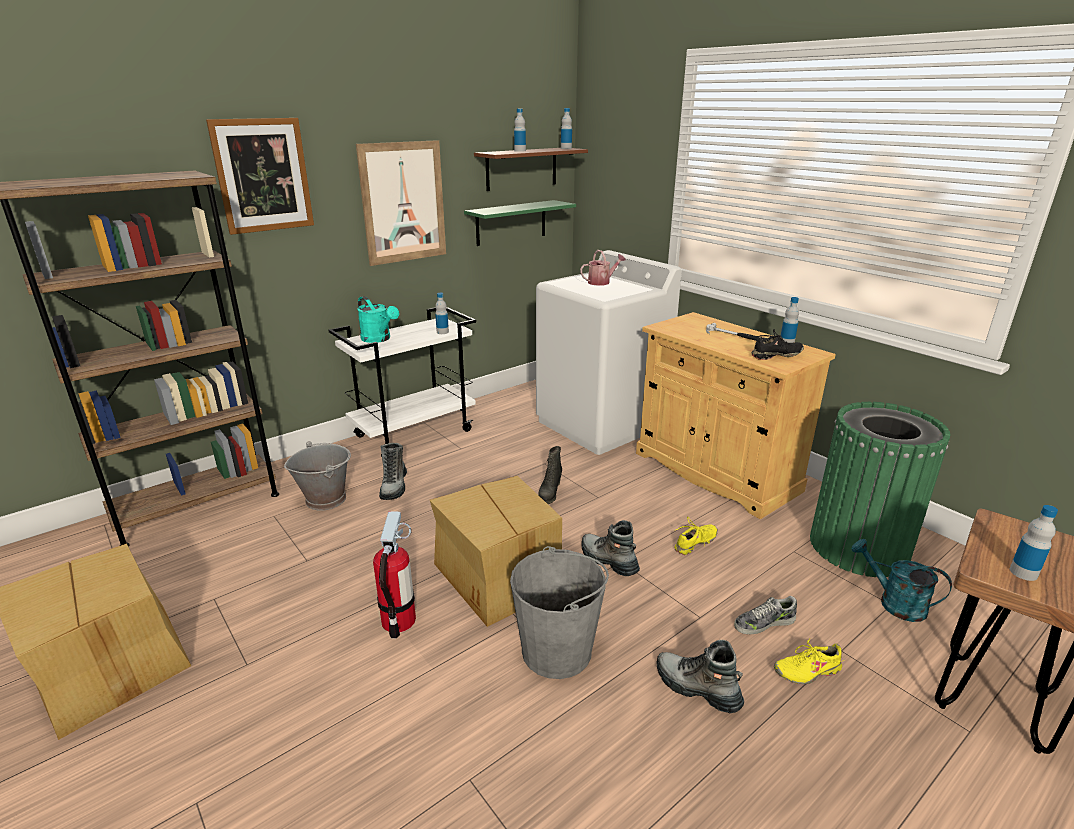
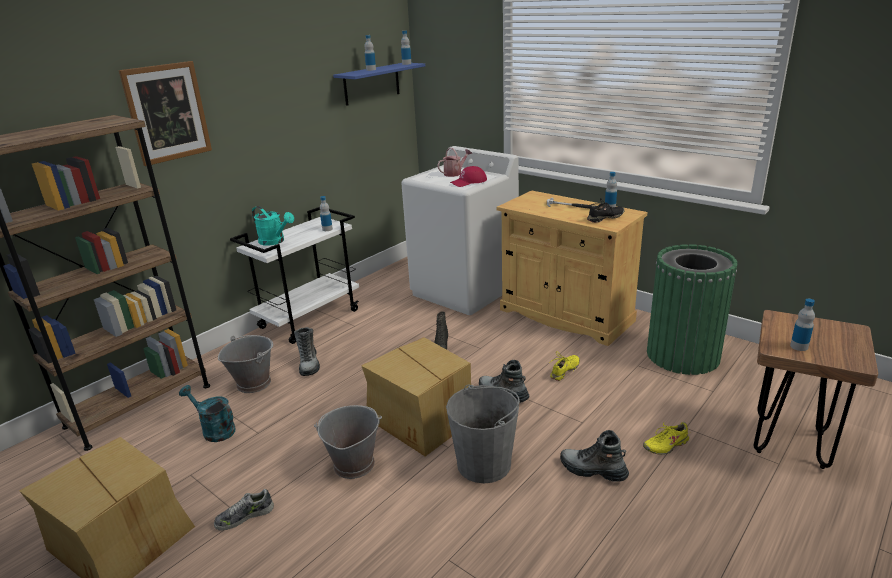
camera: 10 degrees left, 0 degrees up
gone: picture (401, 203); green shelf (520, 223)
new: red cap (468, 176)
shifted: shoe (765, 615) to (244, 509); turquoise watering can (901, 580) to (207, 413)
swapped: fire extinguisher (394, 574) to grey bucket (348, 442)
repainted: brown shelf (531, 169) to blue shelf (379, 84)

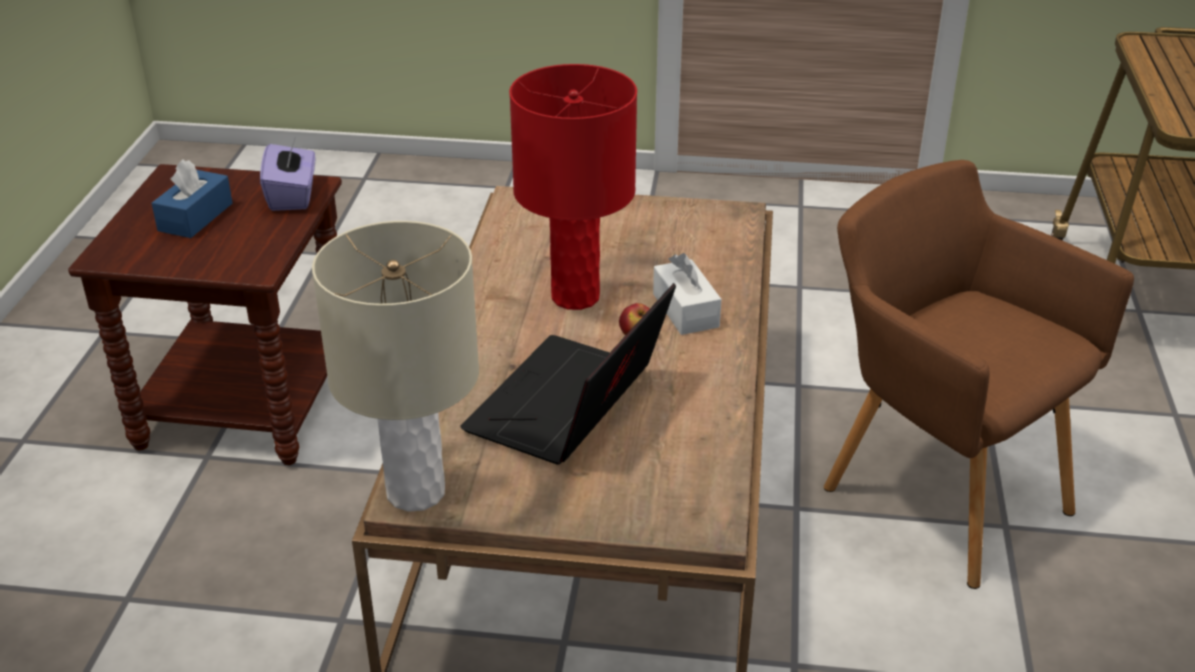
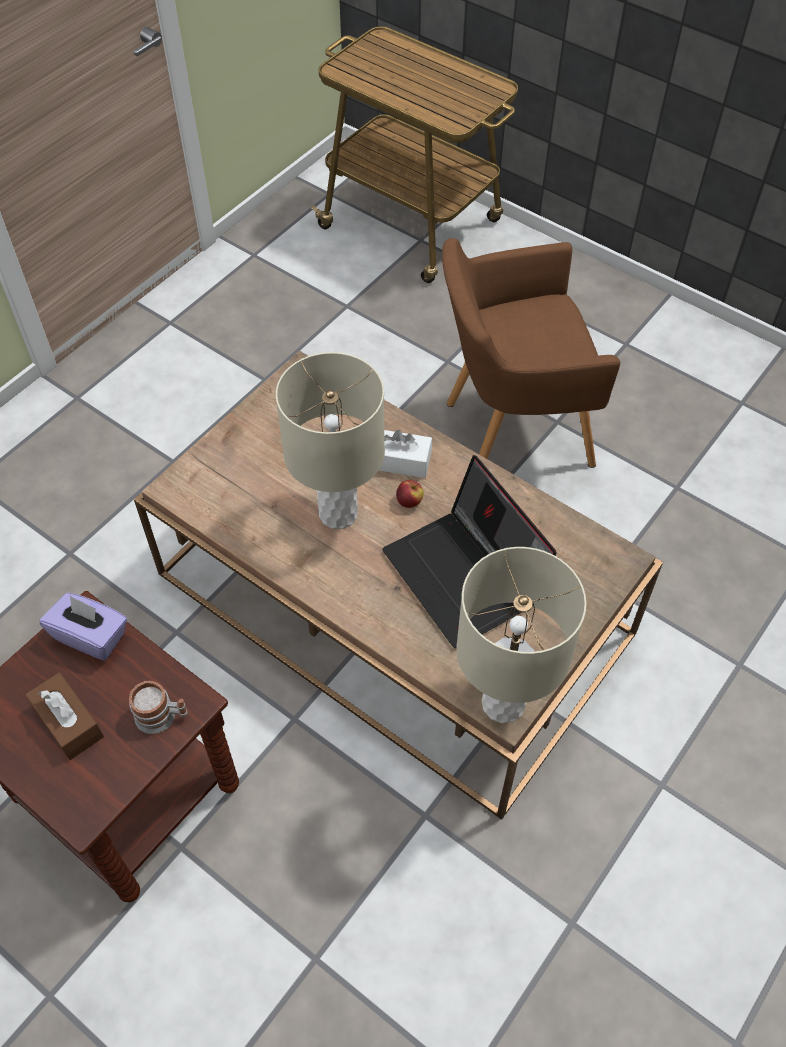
camera: 60 degrees left, 20 degrees up
new: mug (158, 707)
repainted: blue tissue box (192, 198) to brown tissue box (64, 716); red table lamp (573, 187) to beige table lamp (330, 440)

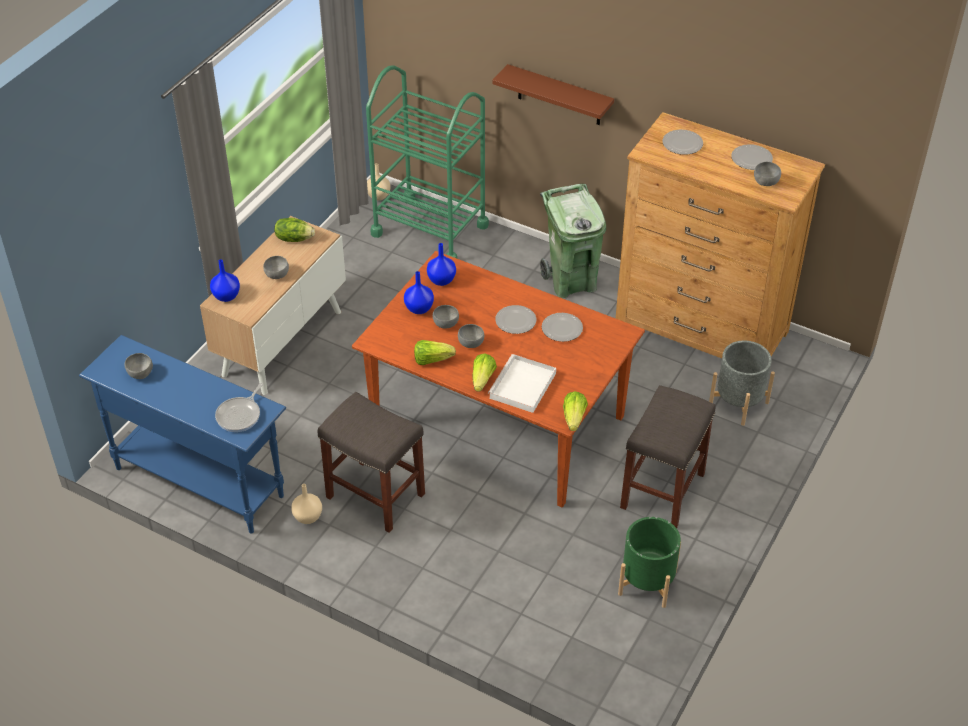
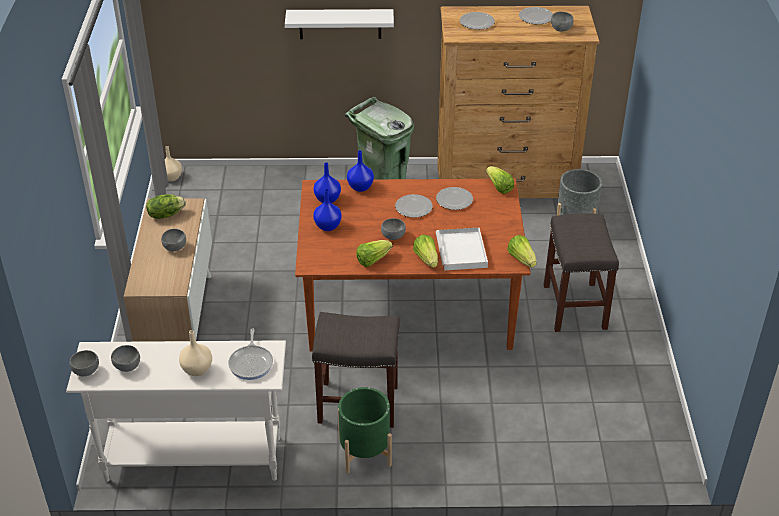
camera: 30 degrees left, 5 degrees down
gone: green cart (427, 161)
new: lettuce (500, 180)
shifted: blue vase (225, 280) to (360, 171); beige vase (306, 504) to (195, 353); grey bowl (446, 317) to (84, 363); green planter (649, 562) to (365, 430)
repainted: blue console table (182, 434) to white console table (176, 411); brown shelf (553, 94) to white shelf (339, 24)

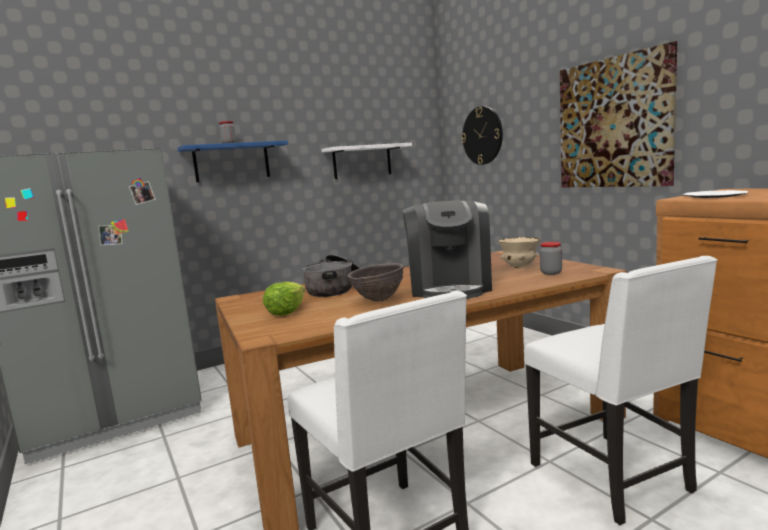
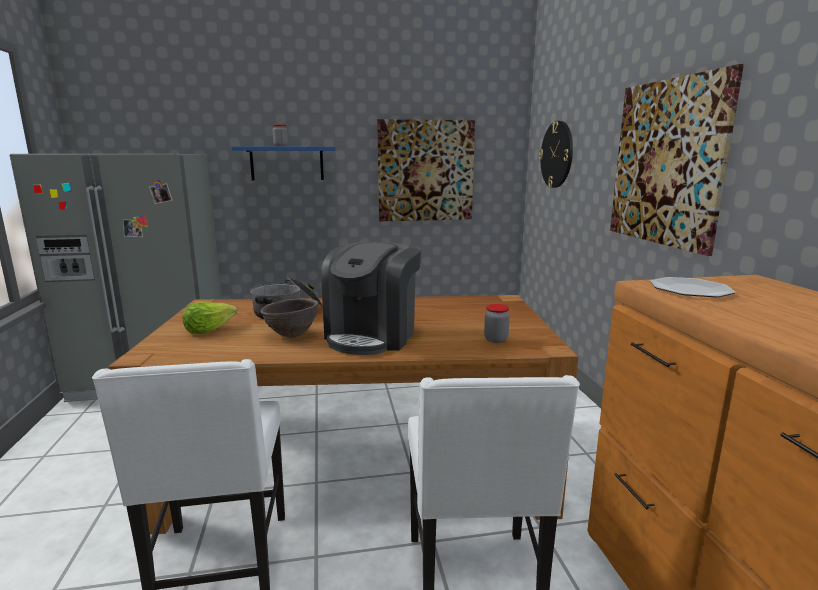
camera: 20 degrees right, 5 degrees up
gone: beige bowl (519, 252)
swapped: white shelf (367, 161) to picture (426, 170)

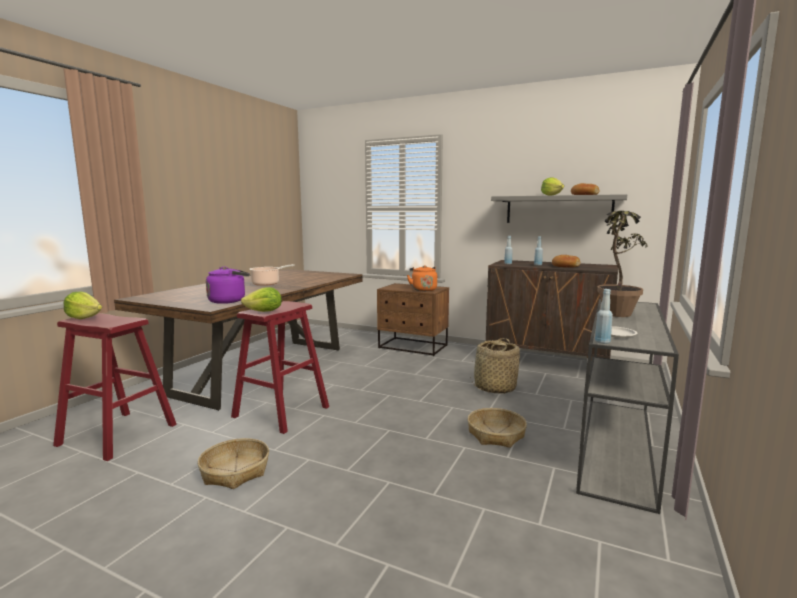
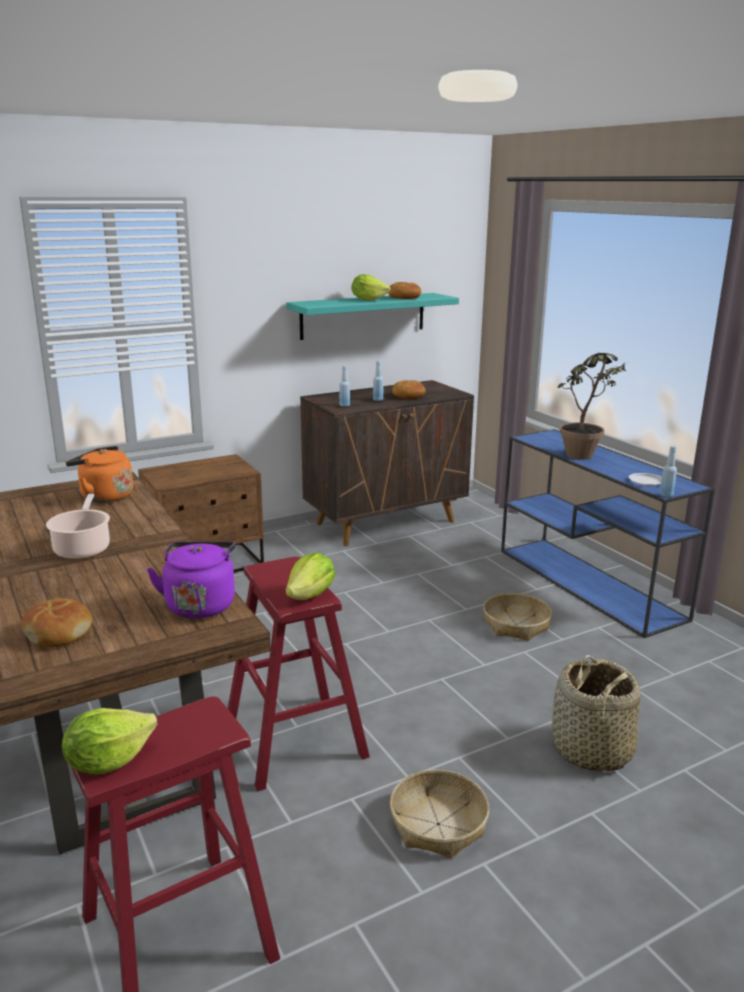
camera: 55 degrees left, 10 degrees up
new: bread (56, 622)
shifted: orange kettle (422, 278) to (99, 474); basket (495, 366) to (596, 714)
repainted: grey shelf (559, 209) to turquoise shelf (372, 316); grey console table (627, 406) to blue console table (608, 533)

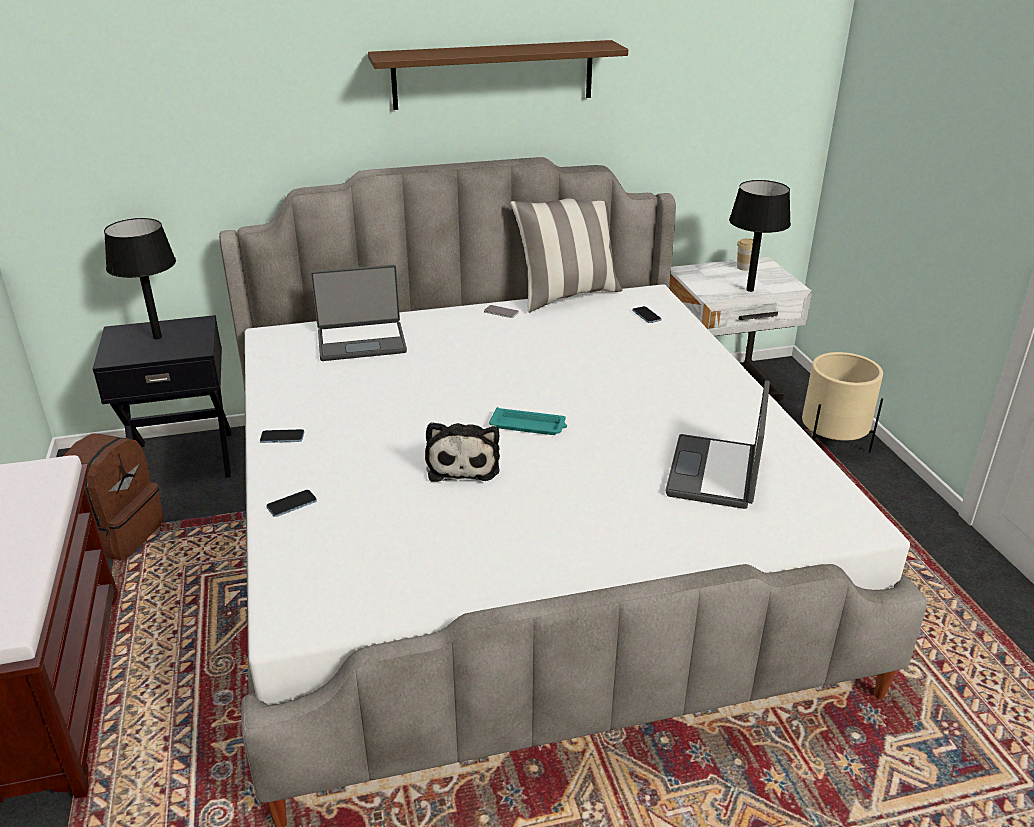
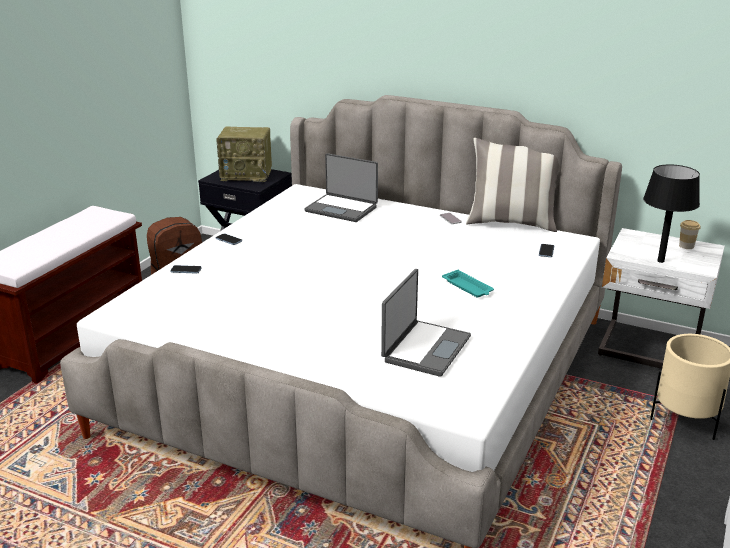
camera: 40 degrees right, 5 degrees down
gone: brown shelf (498, 75); plush toy (462, 452)
shifted: turquoise tray (528, 421) to (468, 283)
swapped: black table lamp (140, 278) to radio (244, 154)
rotated: laptop (717, 444) = (426, 323) 150 degrees clockwise

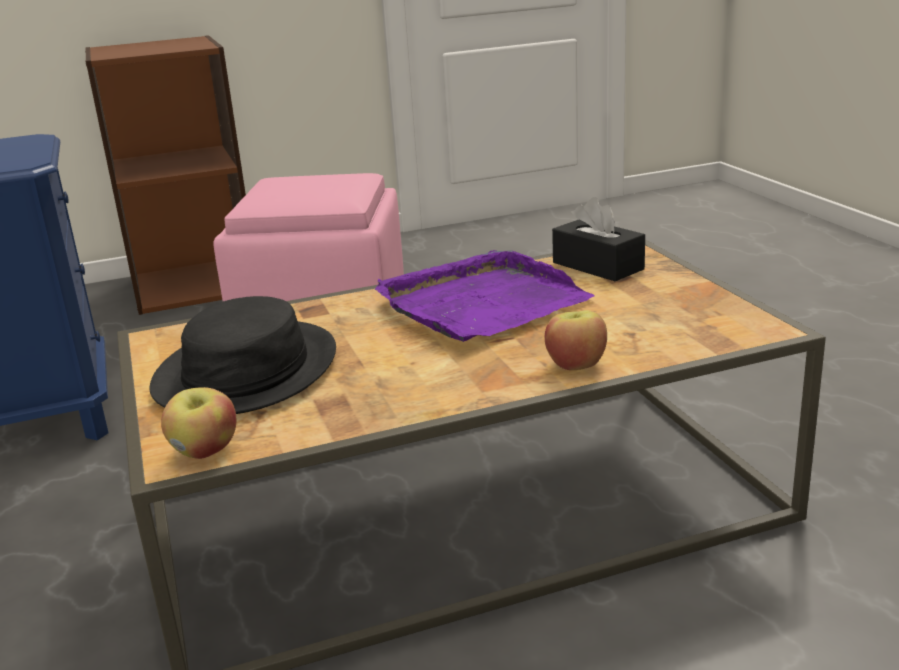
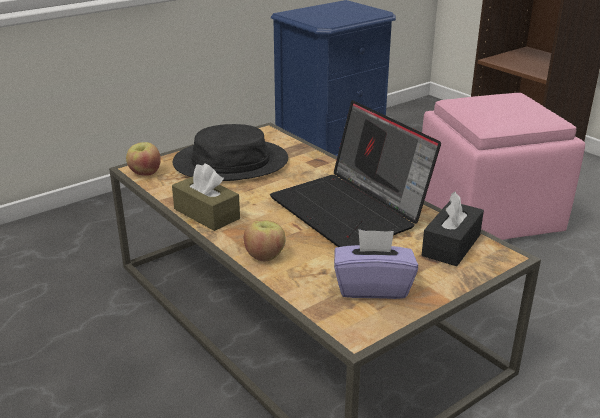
camera: 70 degrees right, 5 degrees up
new: brown tissue box (206, 197); purple tissue box (376, 264)
swapped: purple tray (485, 296) to laptop (355, 173)

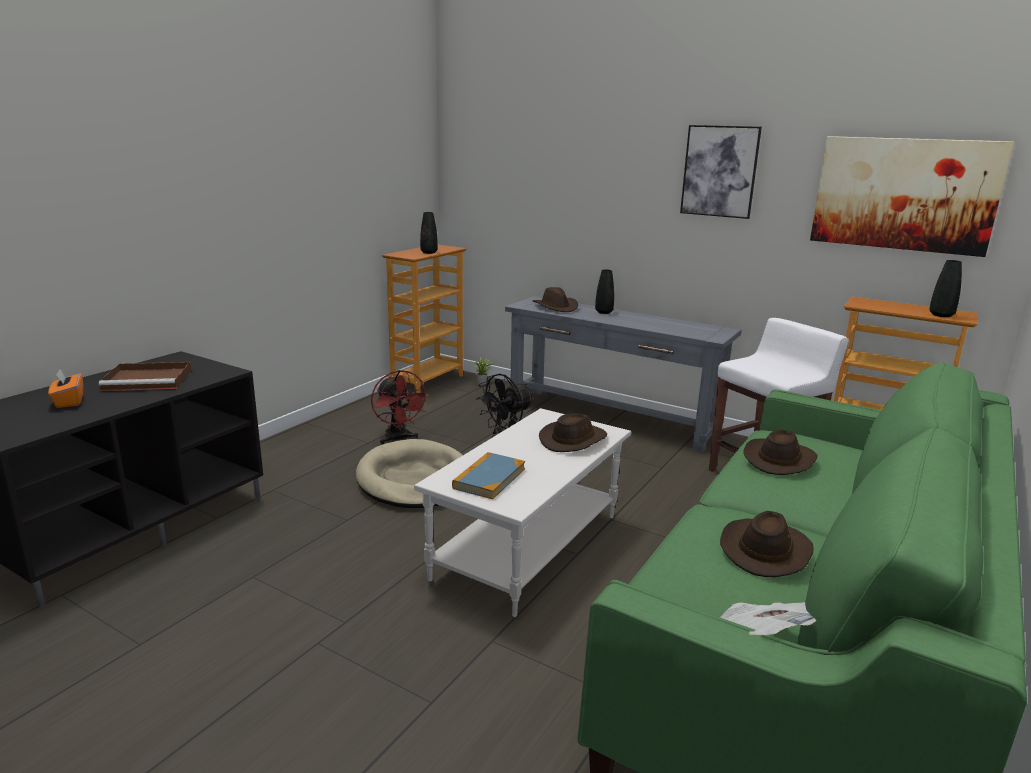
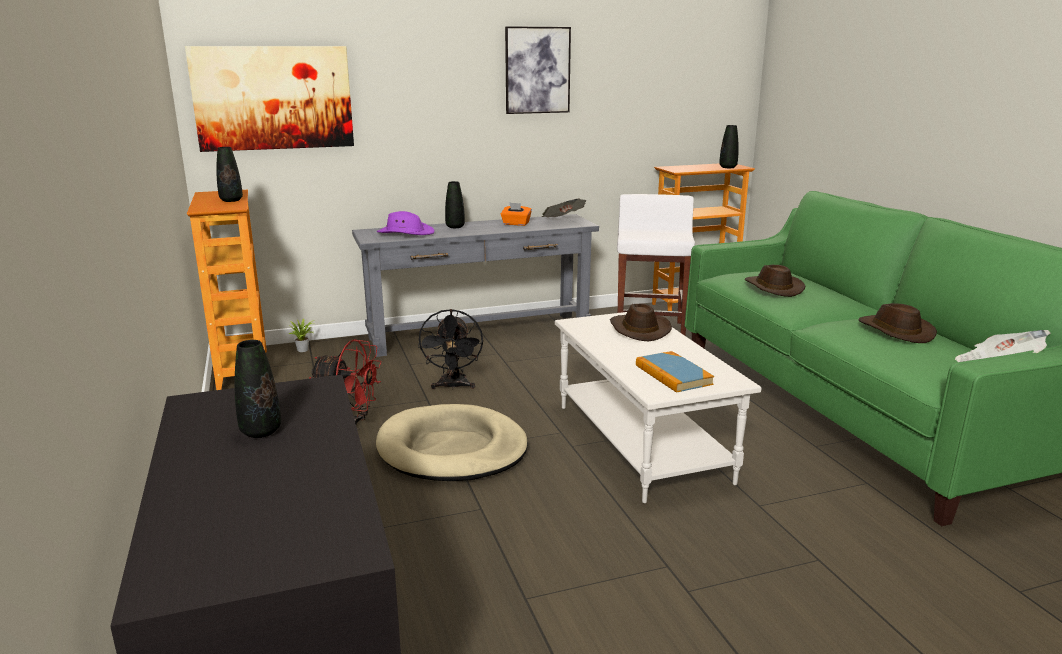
camera: 50 degrees left, 0 degrees up
new: newspaper (563, 208)
shifted: orange tissue box (65, 388) to (516, 214); picture (912, 196) to (269, 99)
swapped: brown tray (145, 376) to black vase (258, 389)
repainted: brown hat (555, 299) to purple hat (406, 223)

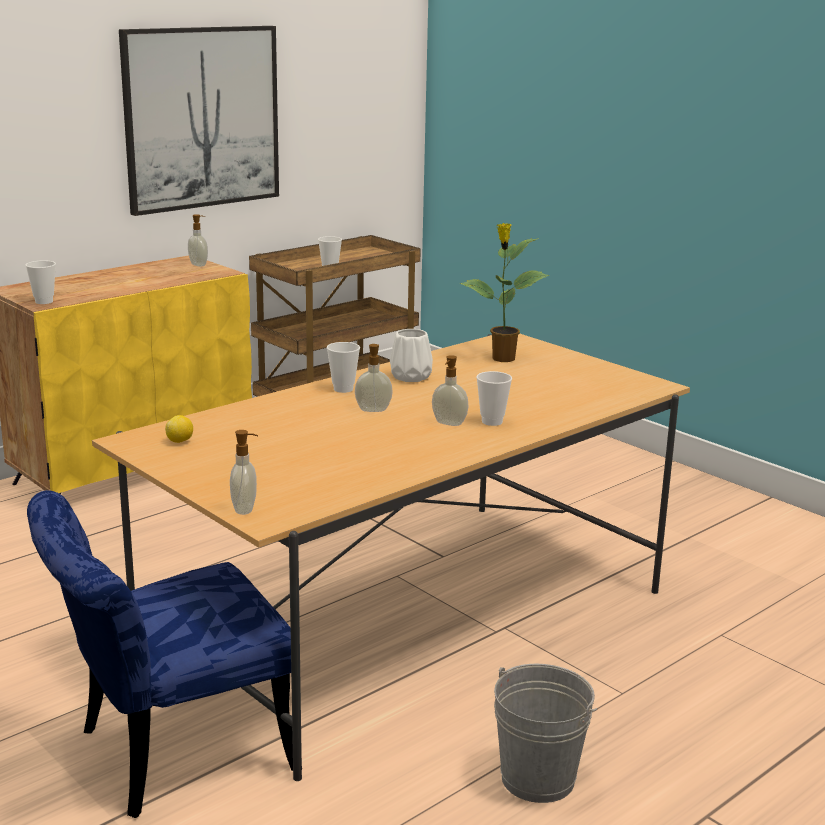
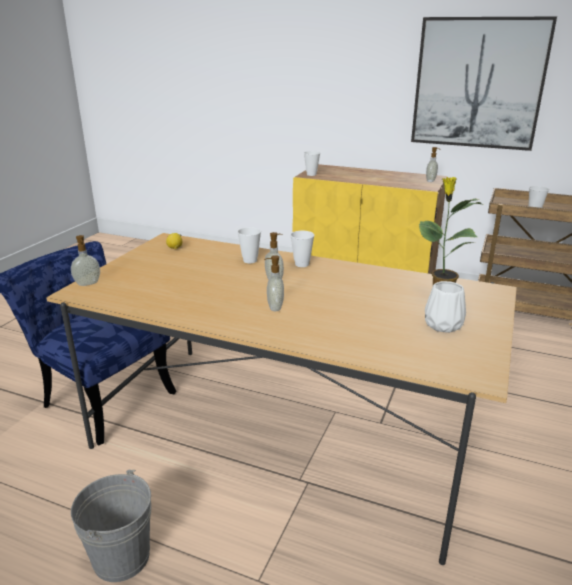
camera: 65 degrees right, 5 degrees up
shifted: white vase (411, 355) to (445, 307); cup (494, 398) to (249, 245)

